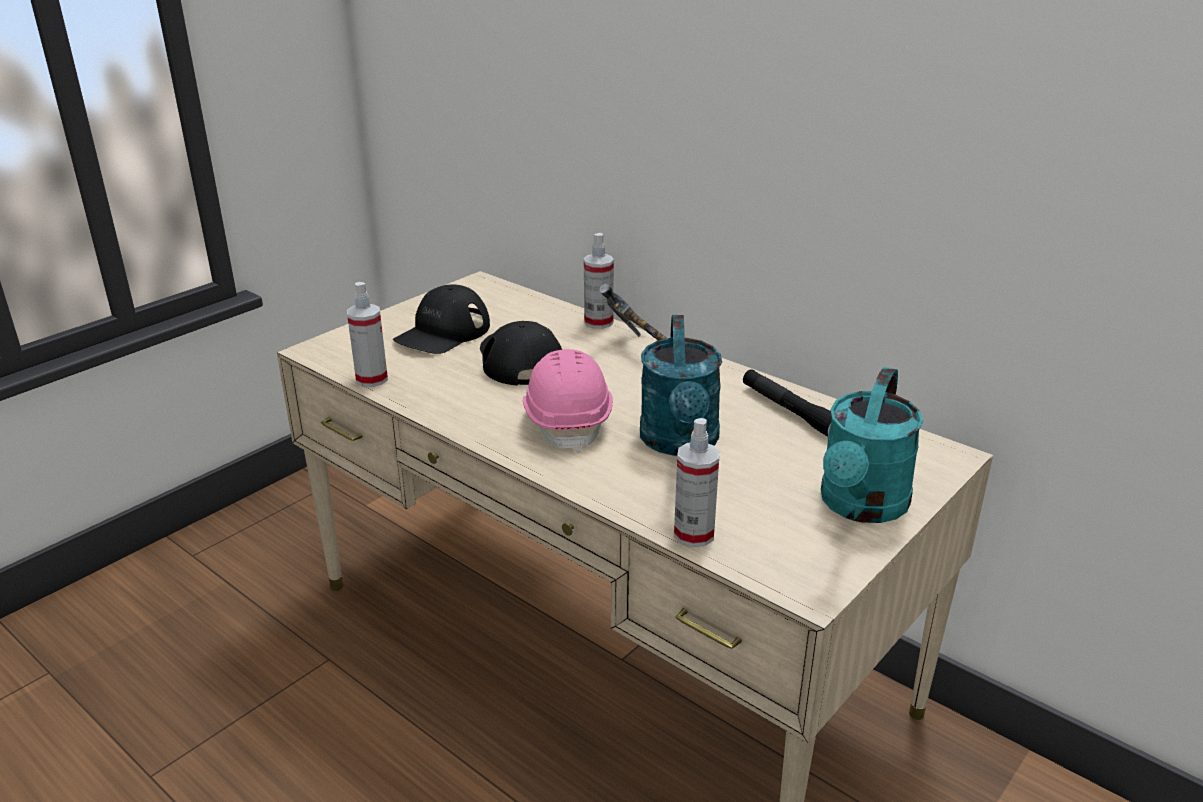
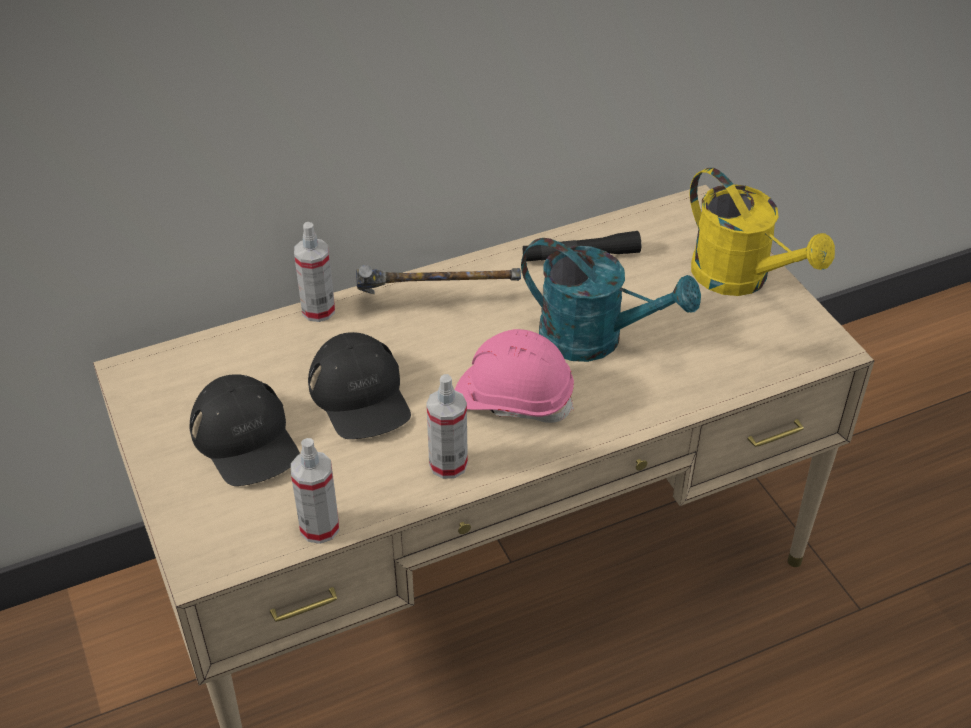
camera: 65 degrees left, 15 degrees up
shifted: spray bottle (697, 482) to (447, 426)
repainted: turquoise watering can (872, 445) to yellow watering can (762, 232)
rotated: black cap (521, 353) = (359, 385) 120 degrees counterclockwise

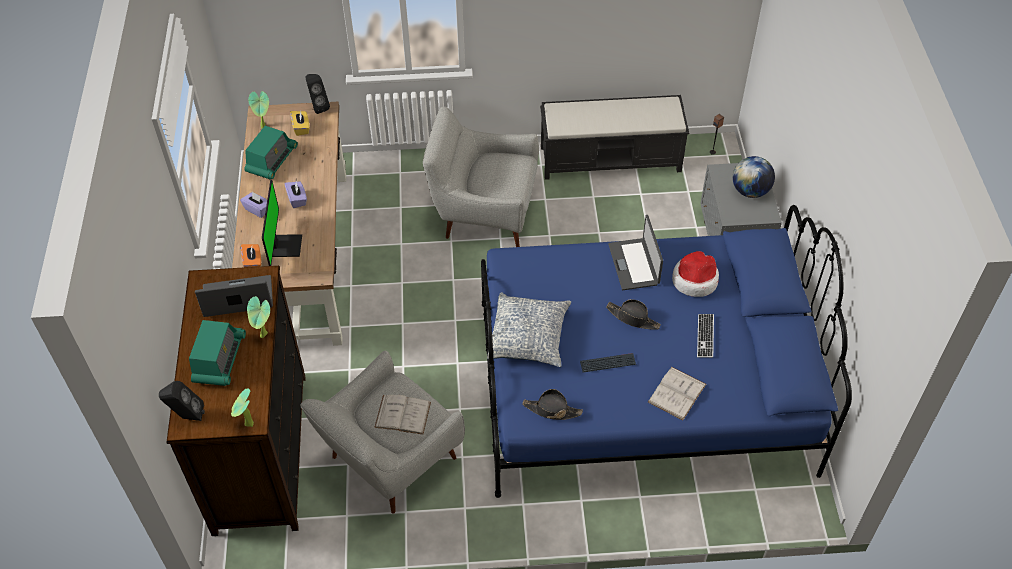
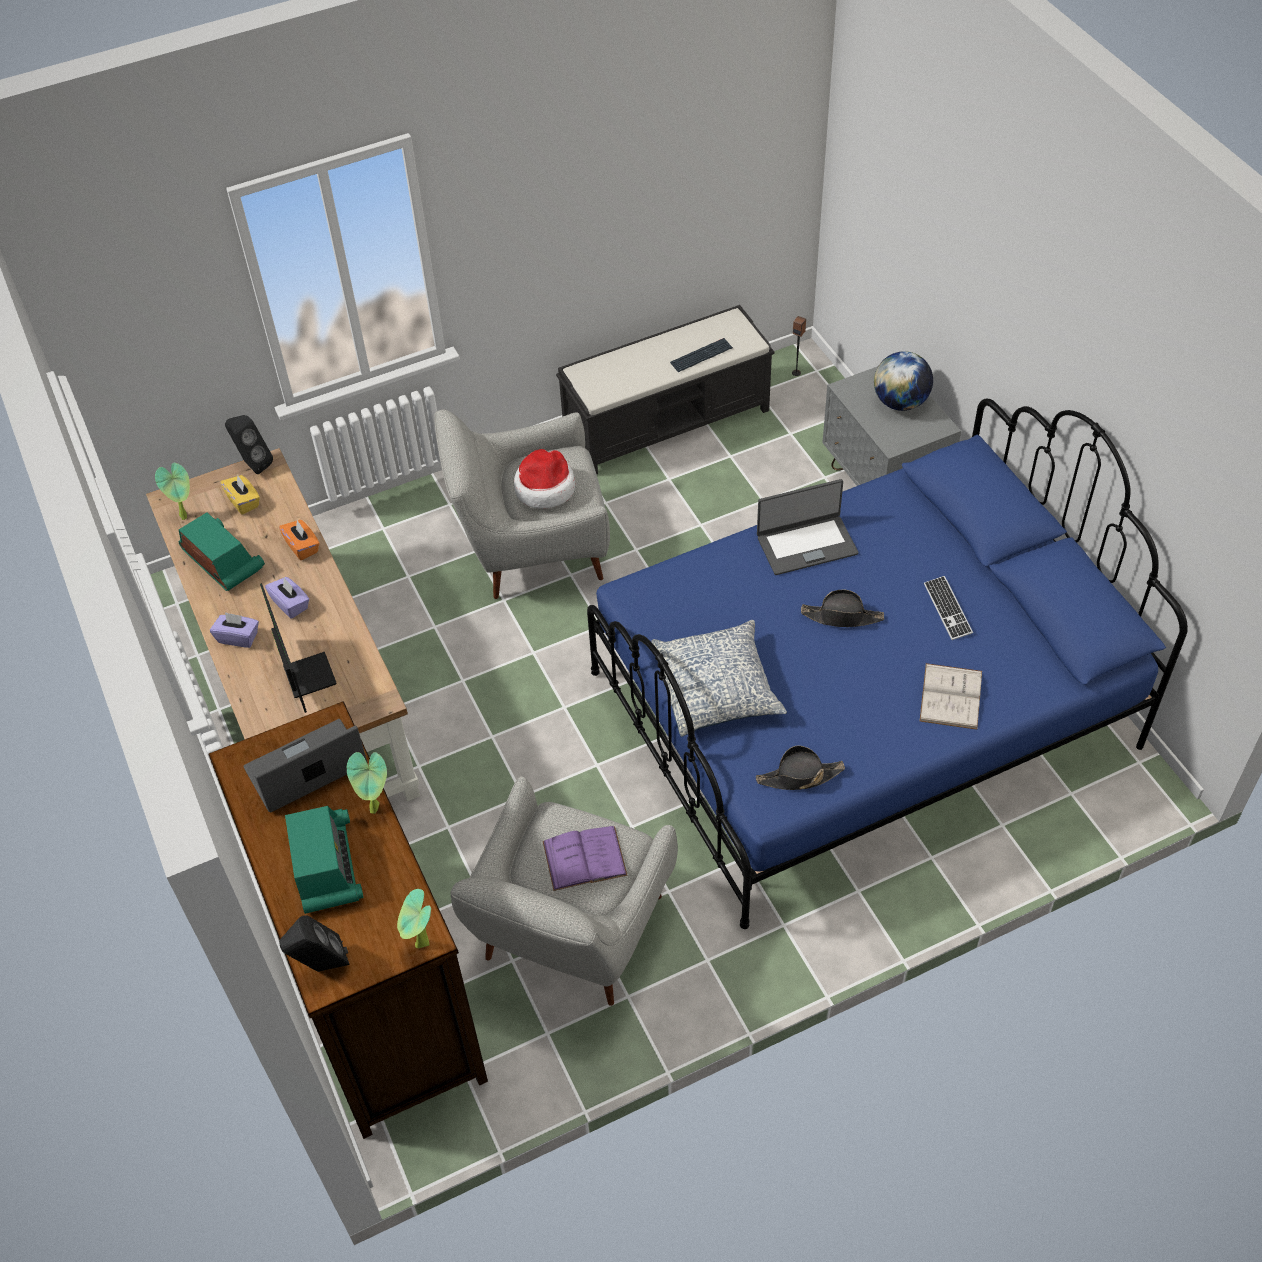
camera: 20 degrees left, 0 degrees up
shifted: orange tissue box (251, 255) to (299, 540); keyboard (608, 363) to (701, 355); hat (695, 274) to (544, 479)
repainted: white book (402, 414) to purple book (585, 858)
rotated: radio (271, 152) = (221, 551) 45 degrees counterclockwise; laptop (635, 252) = (807, 527) 75 degrees counterclockwise

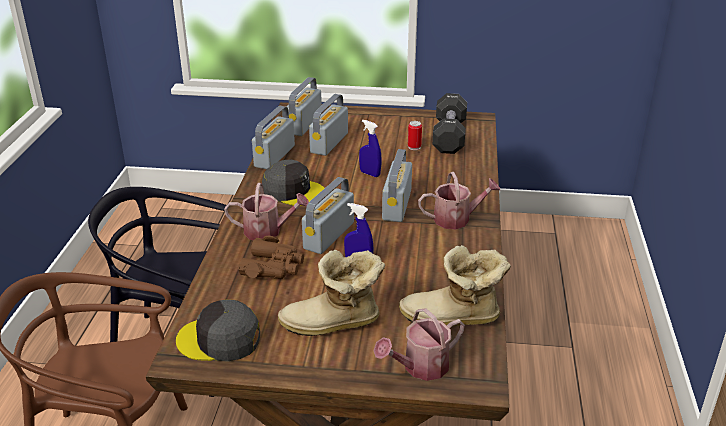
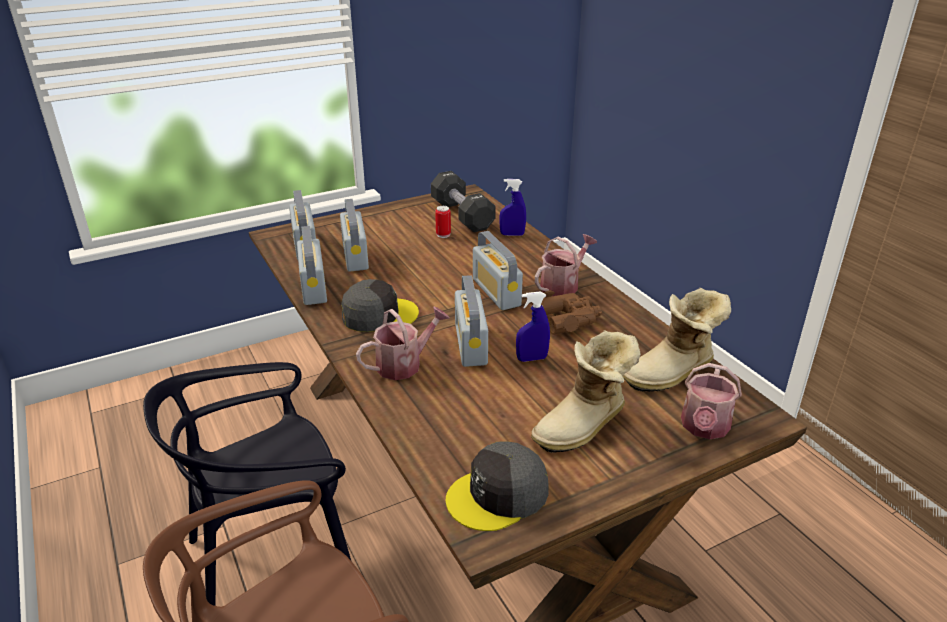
camera: 35 degrees left, 0 degrees up
shifted: brown binoculars (271, 257) to (567, 312); blue spray bottle (370, 148) to (512, 207)

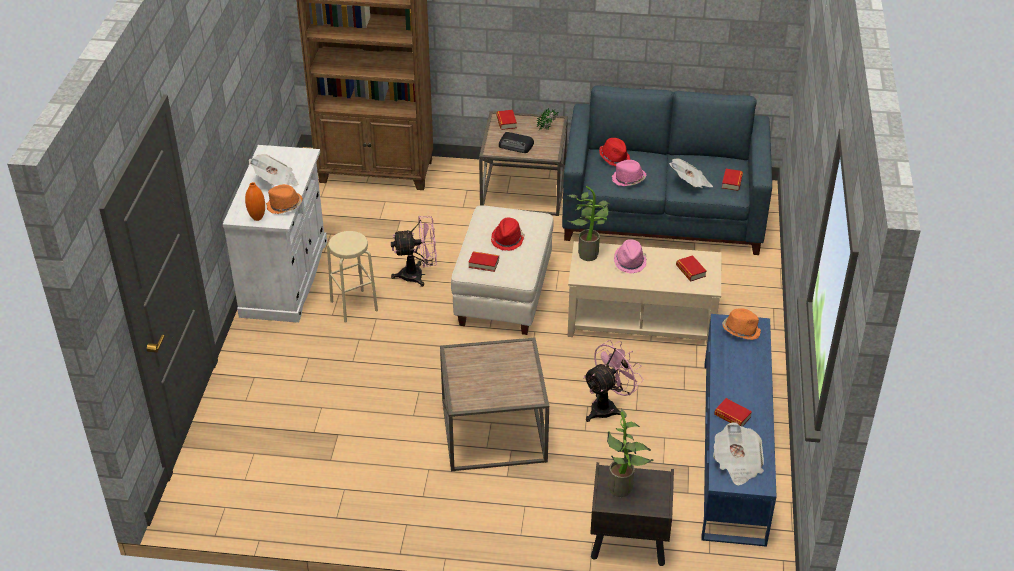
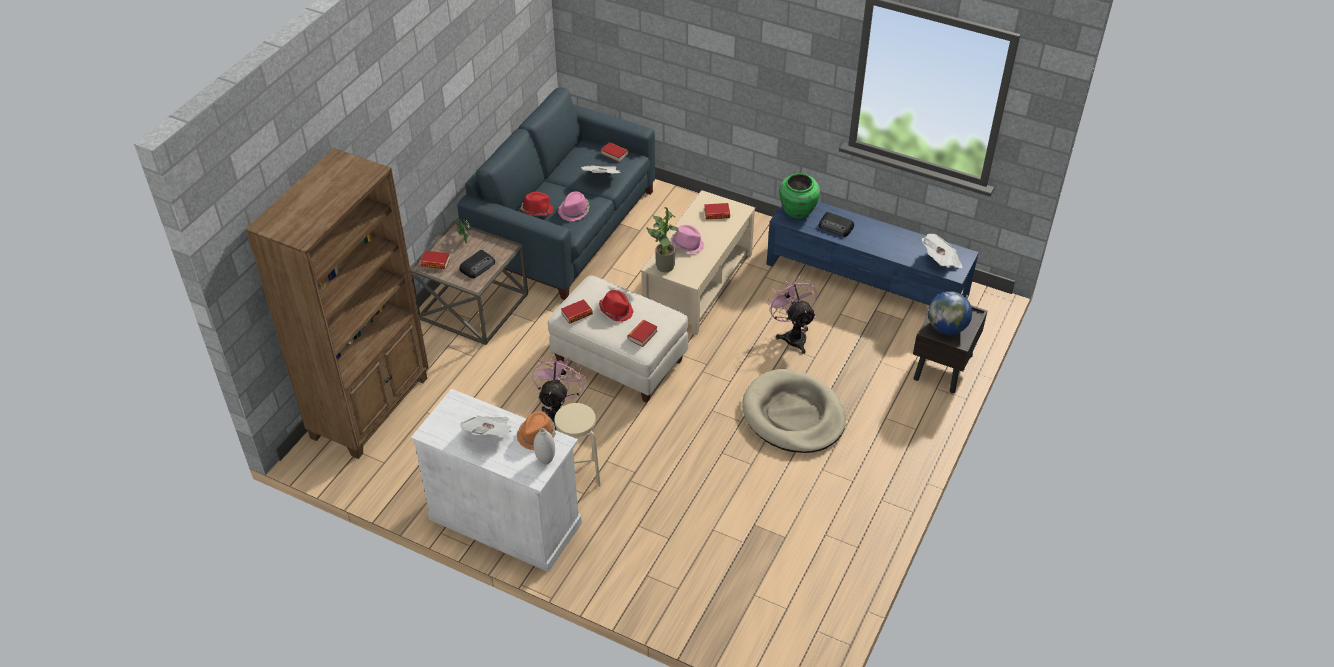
camera: 70 degrees left, 5 degrees up
new: radio (836, 224)
shifted: book (733, 412) to (577, 311)
swapped: brown side table (494, 404) to beige dog bed (794, 411); potted plant (630, 452) to globe (950, 313); orange hat (741, 324) to green vase (799, 196)
repainted: orange vase (255, 201) to white vase (544, 446)

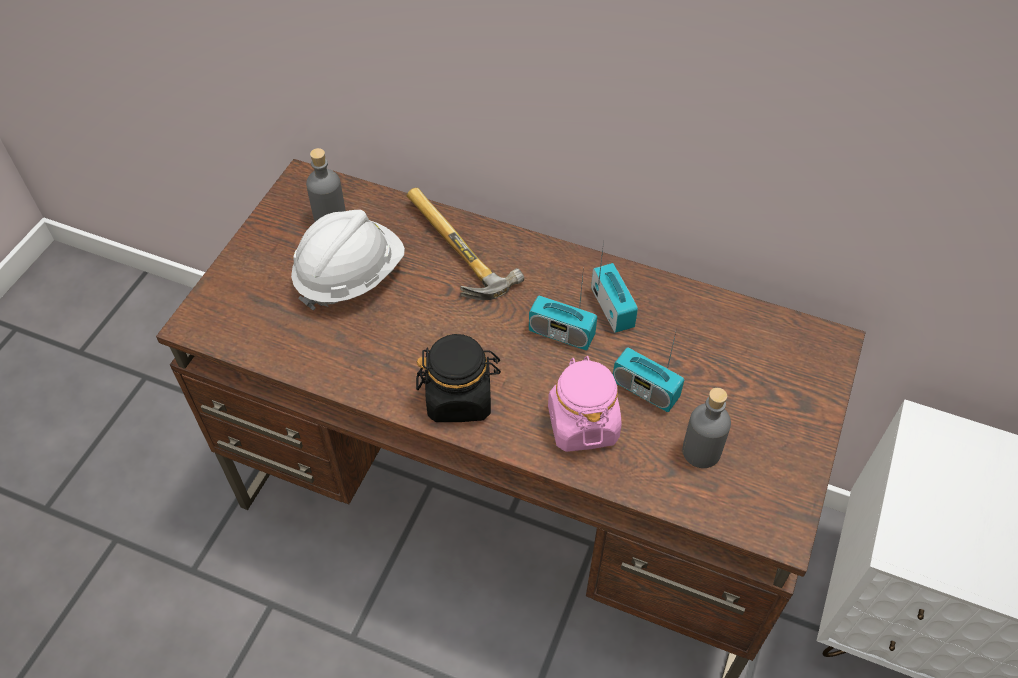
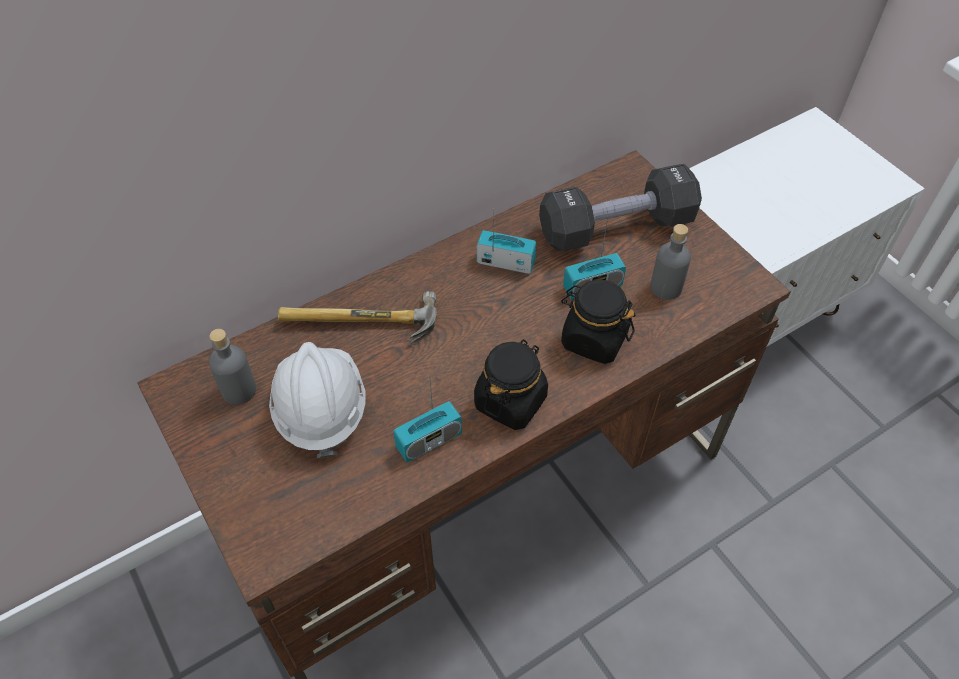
camera: 55 degrees left, 0 degrees up
new: black dumbbell (620, 207)
shifted: radio (563, 308) to (427, 417)
repainted: pink jar (585, 404) to black jar (598, 322)

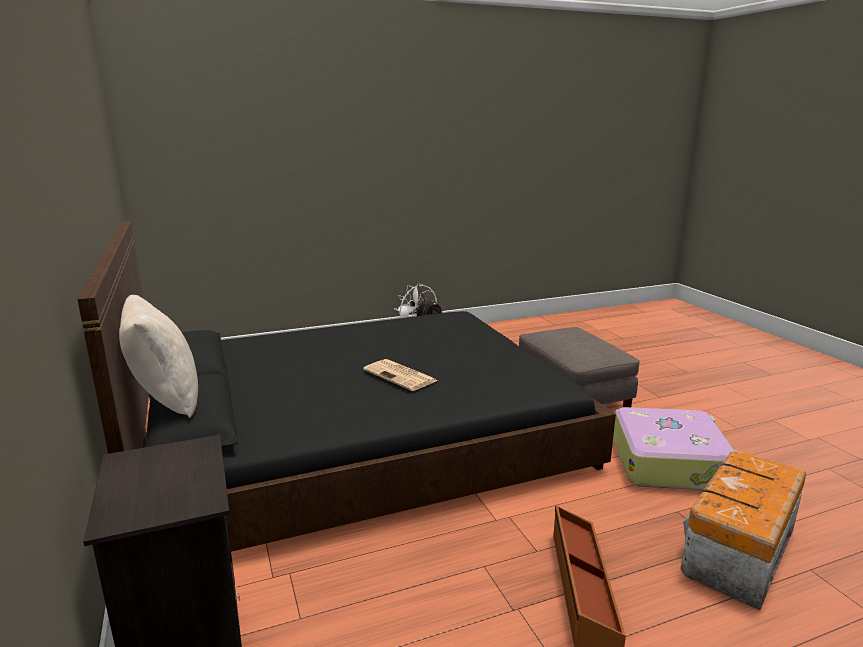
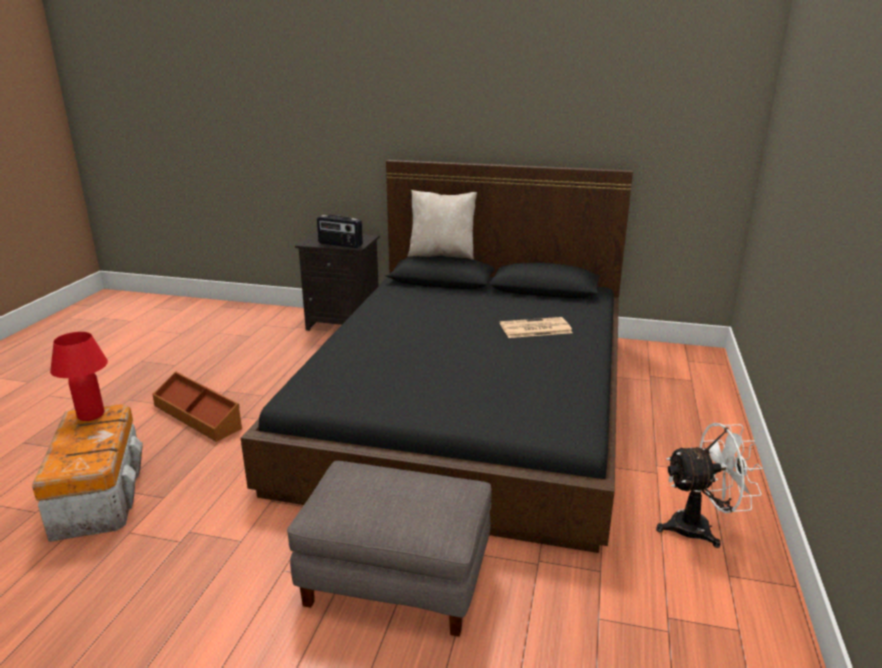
camera: 125 degrees right, 5 degrees up
gone: suitcase (675, 448)
new: red table lamp (79, 376); radio (340, 231)
shifted: newspaper (400, 375) to (536, 327)

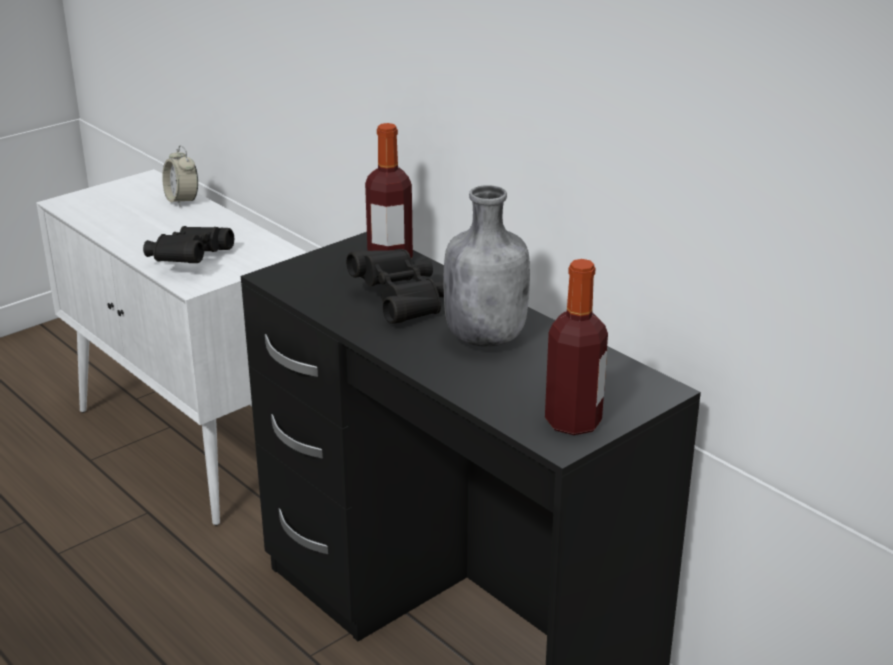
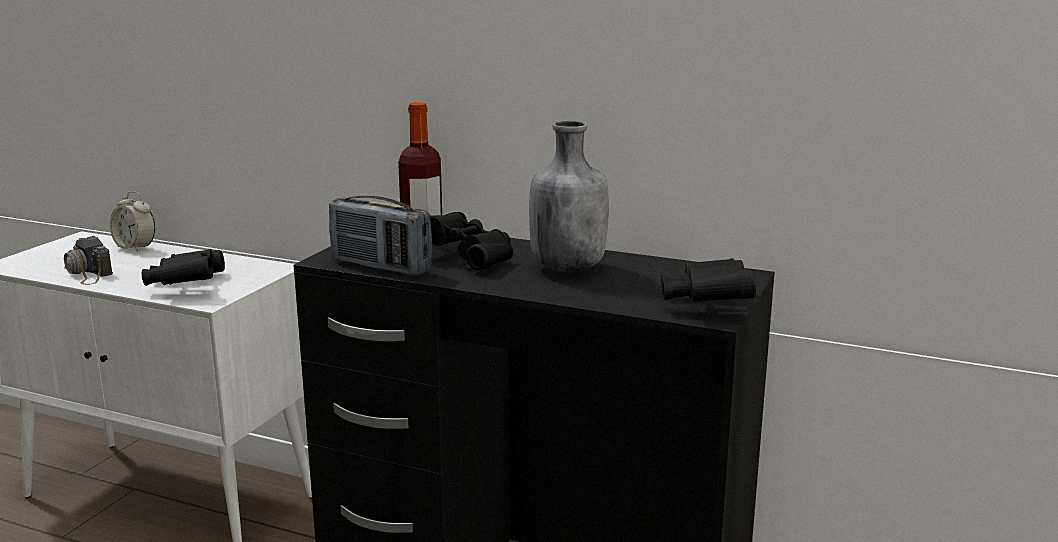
camera: 25 degrees left, 10 degrees down
new: photo camera (88, 260); radio (380, 236)
swapped: bottle (576, 347) to black binoculars (708, 280)

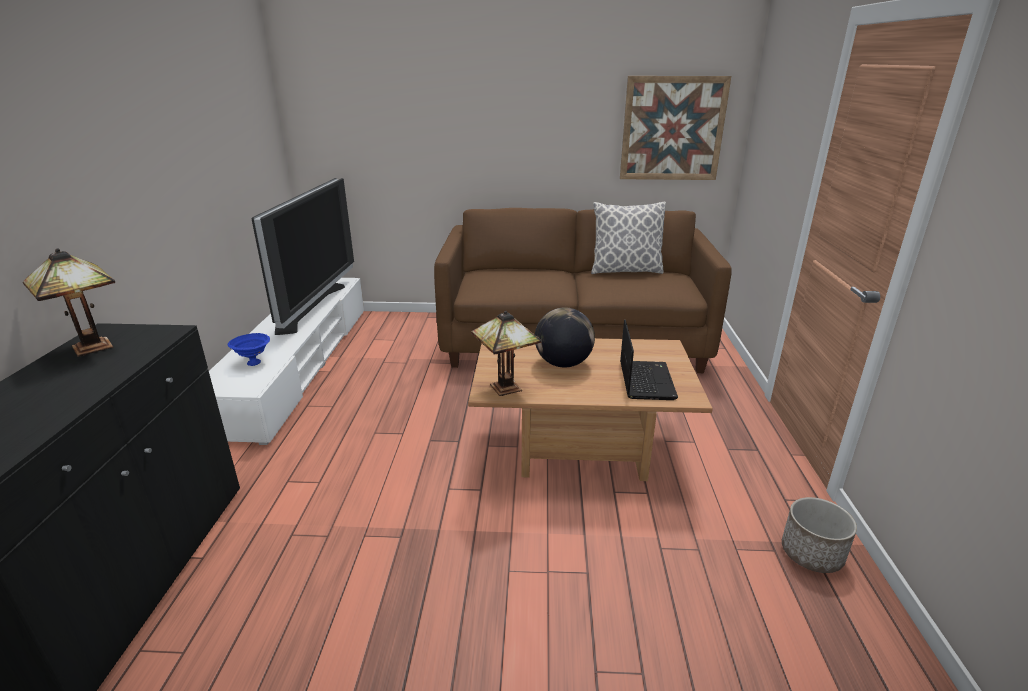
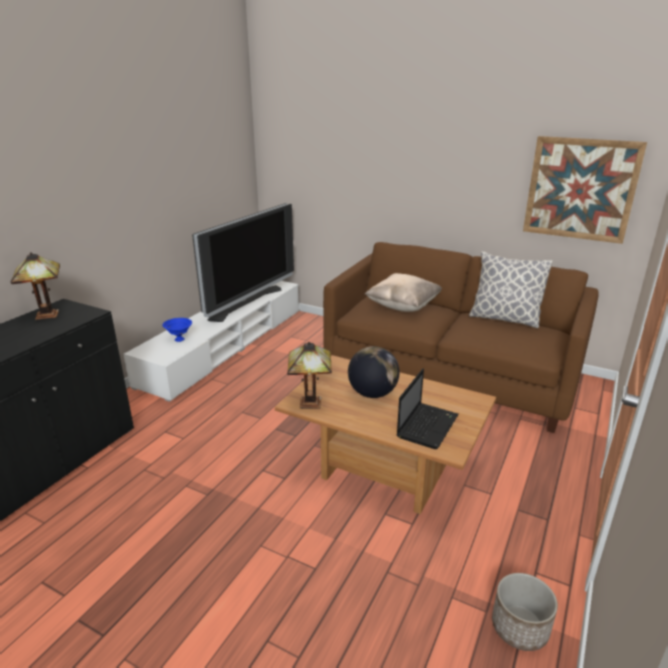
camera: 25 degrees right, 0 degrees up
new: beige pillow (403, 292)

